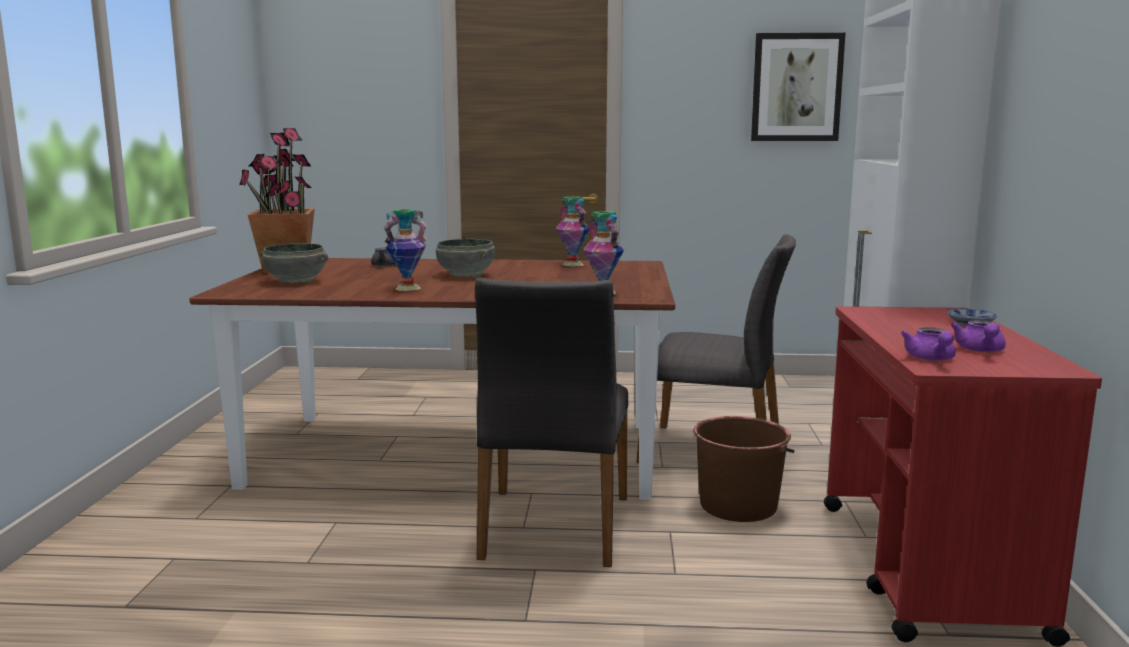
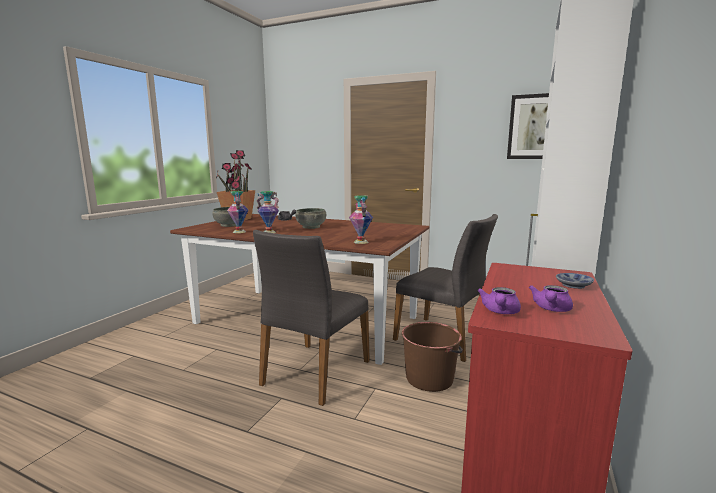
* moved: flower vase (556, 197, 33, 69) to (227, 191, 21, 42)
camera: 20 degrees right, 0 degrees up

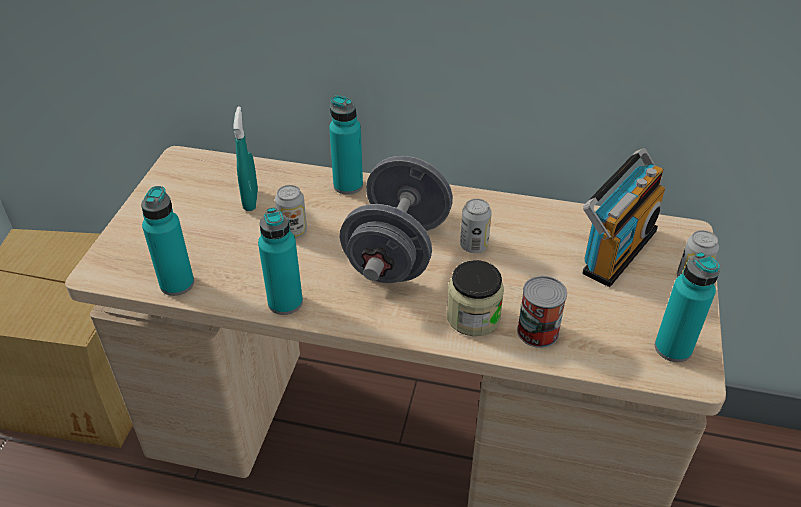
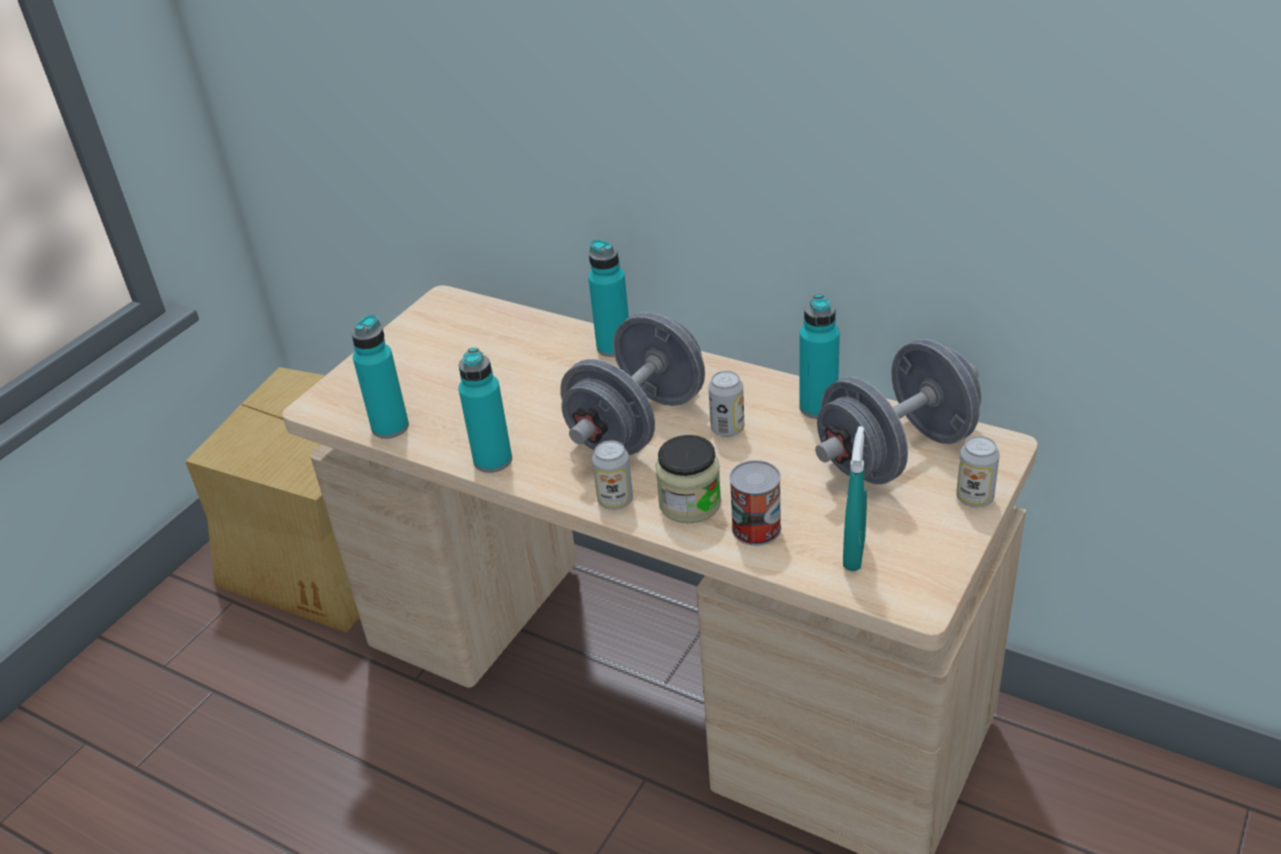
* moved: turquoise sprayer (233, 107, 25, 104) to (843, 426, 24, 145)
* moved: sealed can (275, 185, 32, 54) to (592, 440, 41, 70)
* replaced: radio receiver (582, 148, 83, 139) to gray dumbbell (815, 339, 166, 146)
* moved: turquoise beverage bottle (655, 252, 65, 110) to (799, 294, 41, 125)
camera: 20 degrees right, 5 degrees down

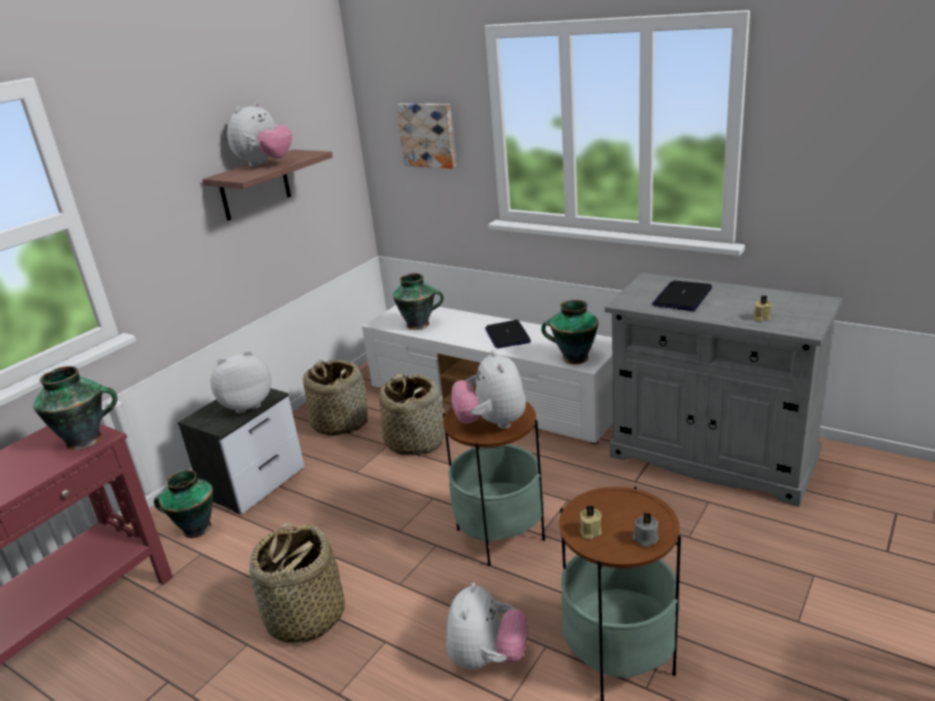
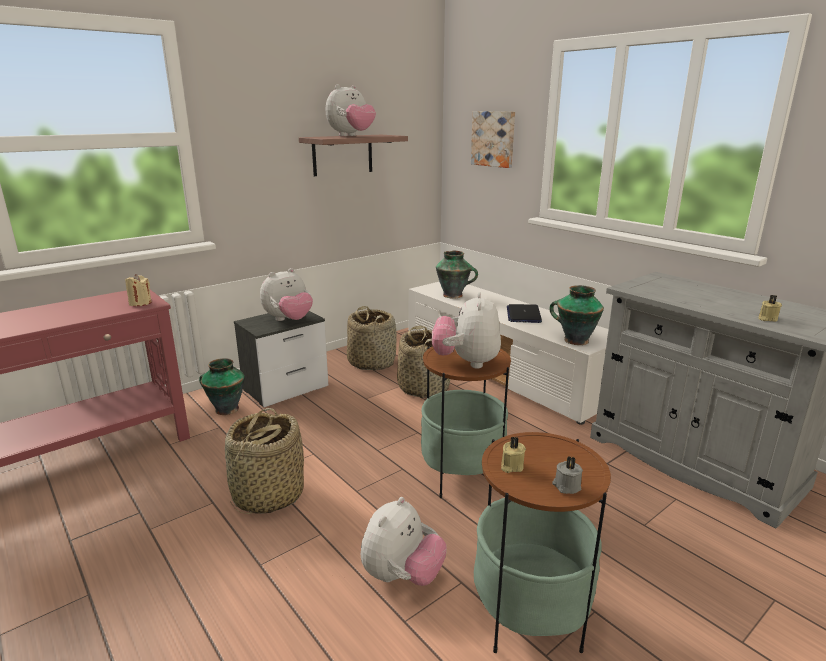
* replaced: flower vase (33, 366, 84, 84) to sand-coloured candle (125, 274, 27, 32)
* turned: plush toy (211, 351, 60, 62) = (260, 268, 53, 53) 150 degrees clockwise
* removed: notebook computer (652, 281, 60, 30)
camera: 15 degrees right, 5 degrees down

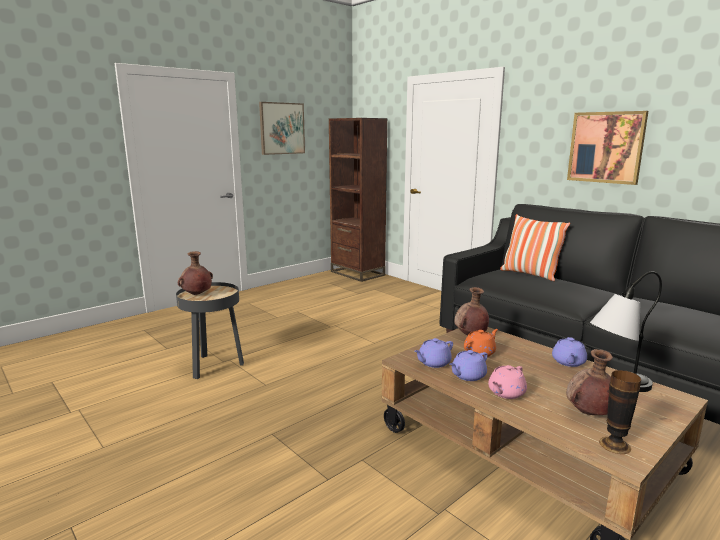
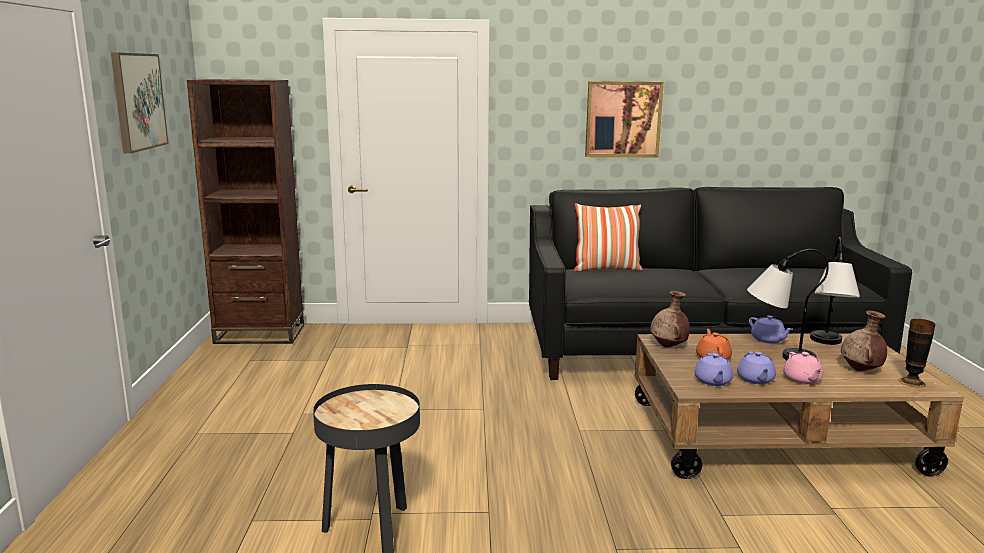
* removed: brown flower vase (178, 251, 35, 44)
* added: tabletop lamp (747, 249, 82, 111)
camera: 50 degrees left, 0 degrees up

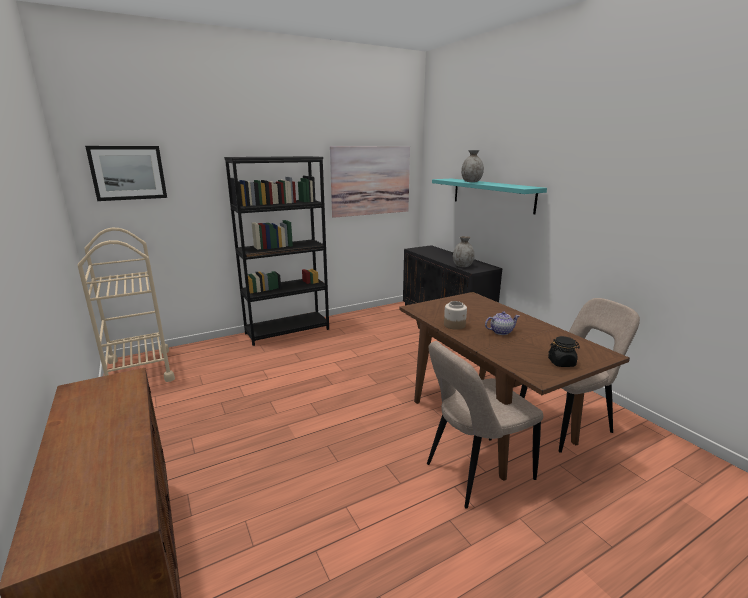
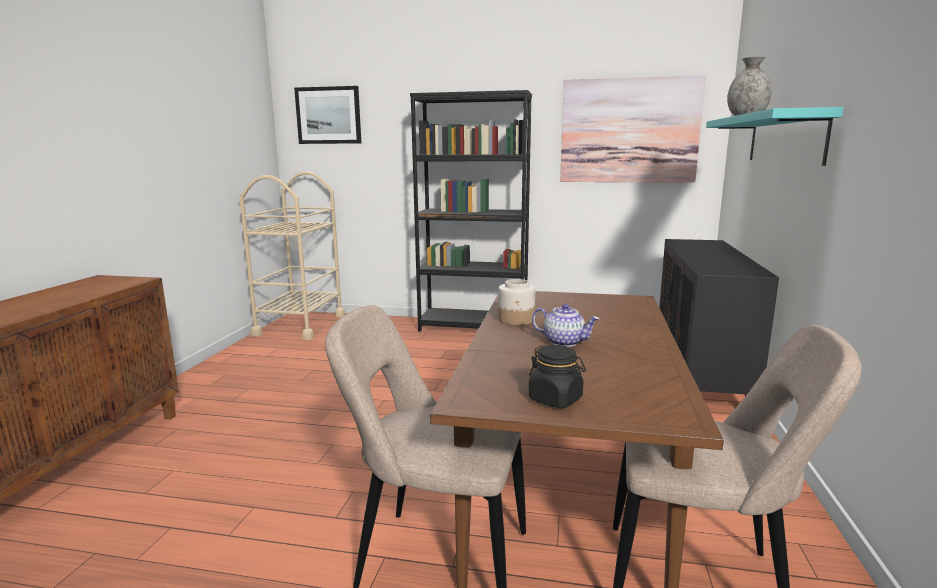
* removed: gray flower vase (453, 236, 22, 31)
camera: 40 degrees right, 5 degrees down

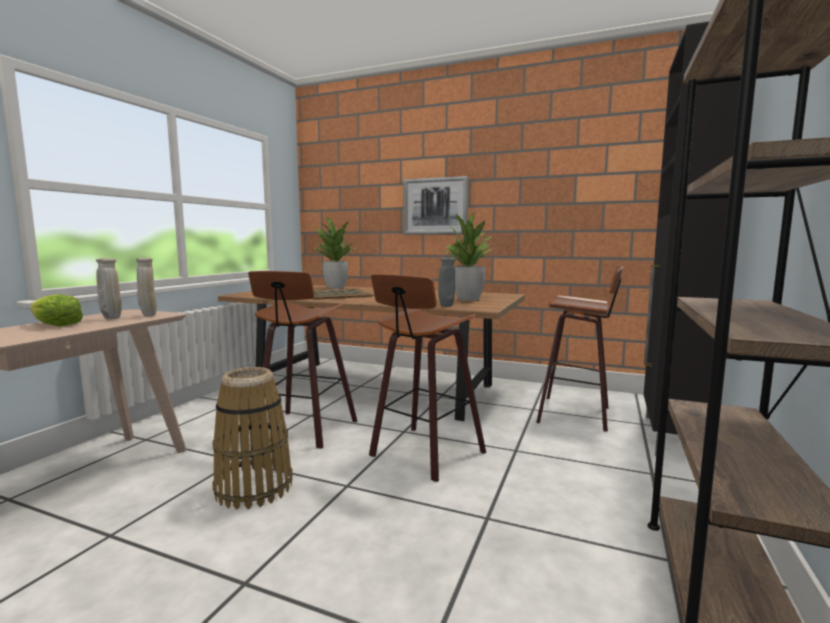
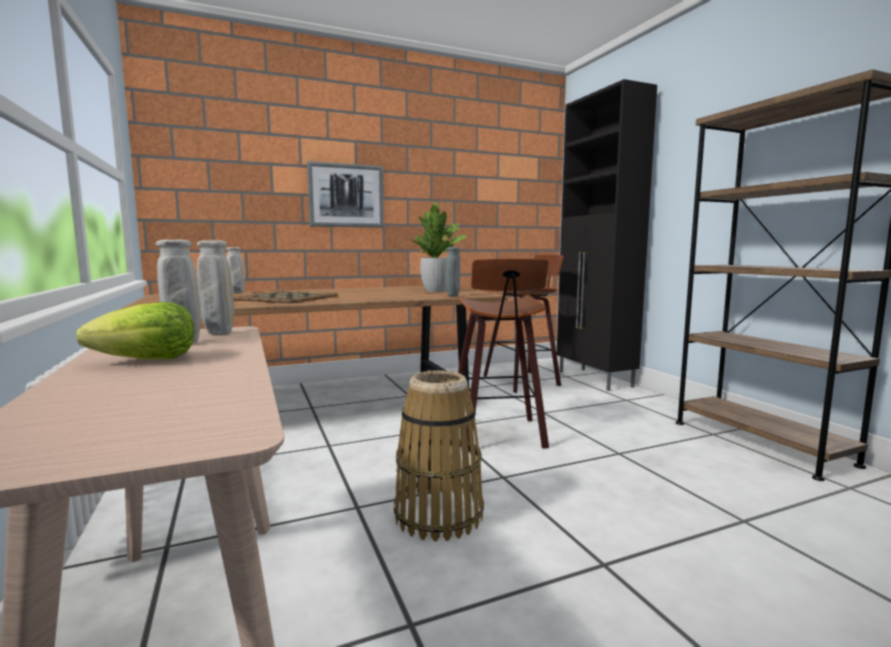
* removed: stool (248, 271, 109, 178)
* replaced: plant in a pot (312, 217, 46, 72) to sand-coloured flower vase (226, 247, 19, 47)
camera: 45 degrees left, 0 degrees up

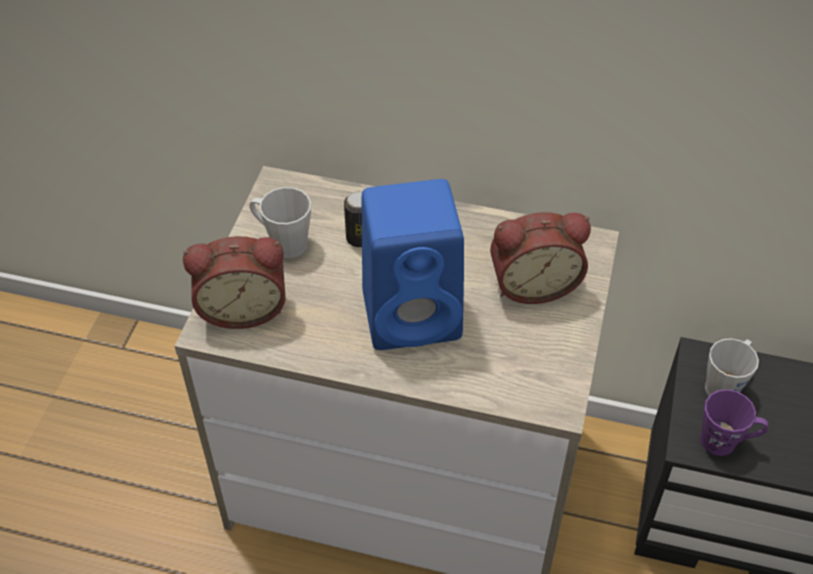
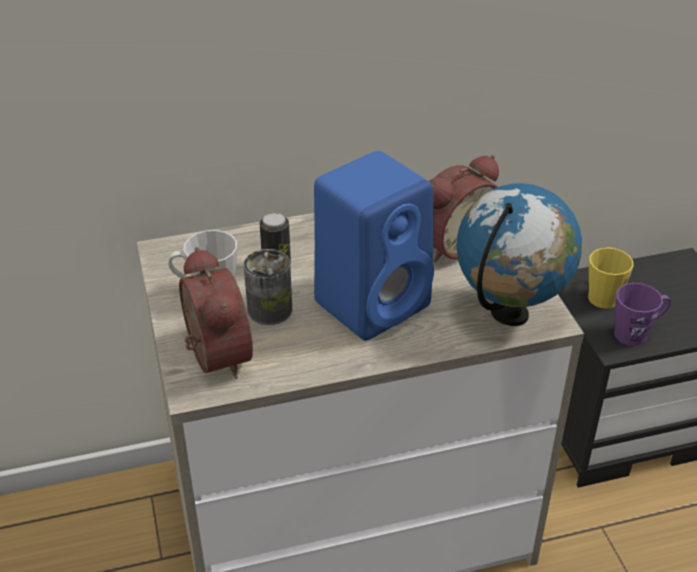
* turned: bedside clock (183, 236, 103, 93) = (179, 247, 74, 132) 75 degrees counterclockwise
* recoloured: gray tea mug (705, 338, 54, 58) to yellow-coloured tea mug (588, 247, 46, 62)
* added: sealed can (244, 249, 48, 76)
* added: globe (456, 183, 126, 143)
camera: 30 degrees left, 10 degrees down

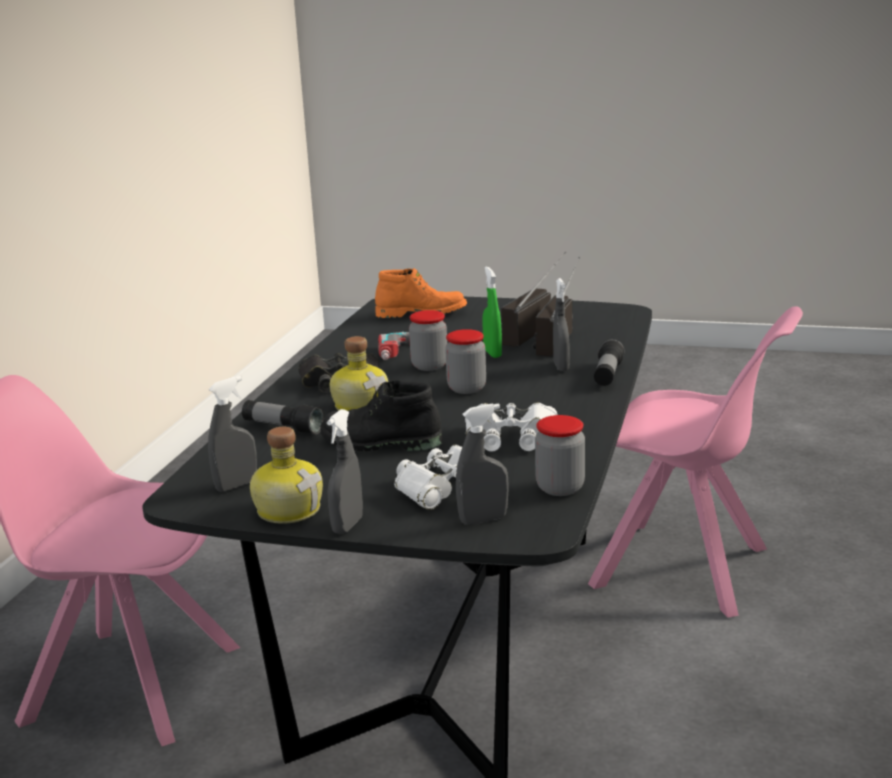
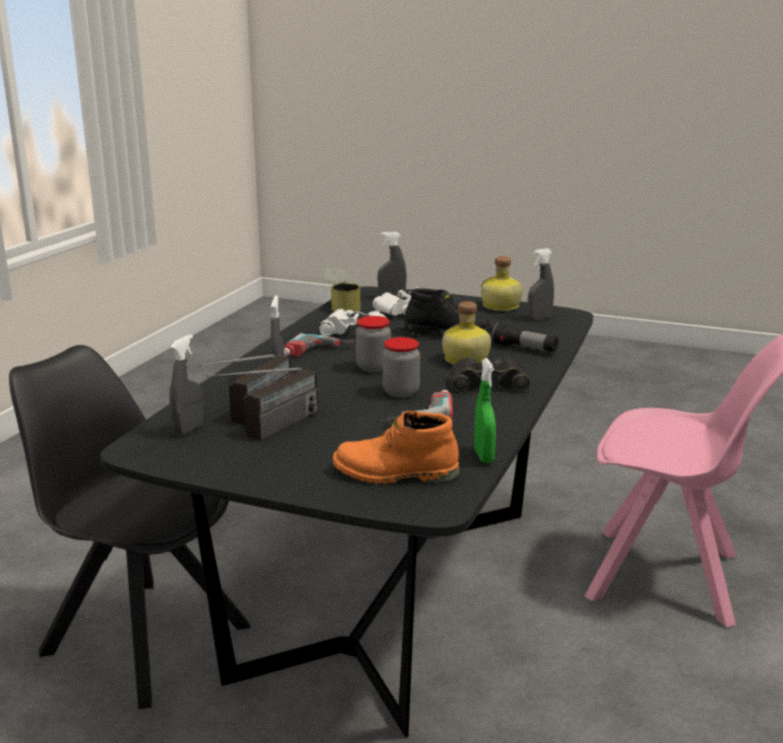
* moved: gray sprayer (327, 409, 36, 125) to (169, 334, 34, 102)
* moved: green sprayer (482, 266, 20, 92) to (474, 358, 22, 105)
* replaced: preserve jar (535, 415, 50, 81) to sealed can (323, 267, 38, 45)
* recoloured: pink-coloured upright chair (588, 306, 215, 312) to blackish upright chair (9, 345, 242, 364)
* removed: hand torch (594, 339, 31, 47)
* added: electric drill (284, 333, 72, 24)
camera: 175 degrees left, 0 degrees up

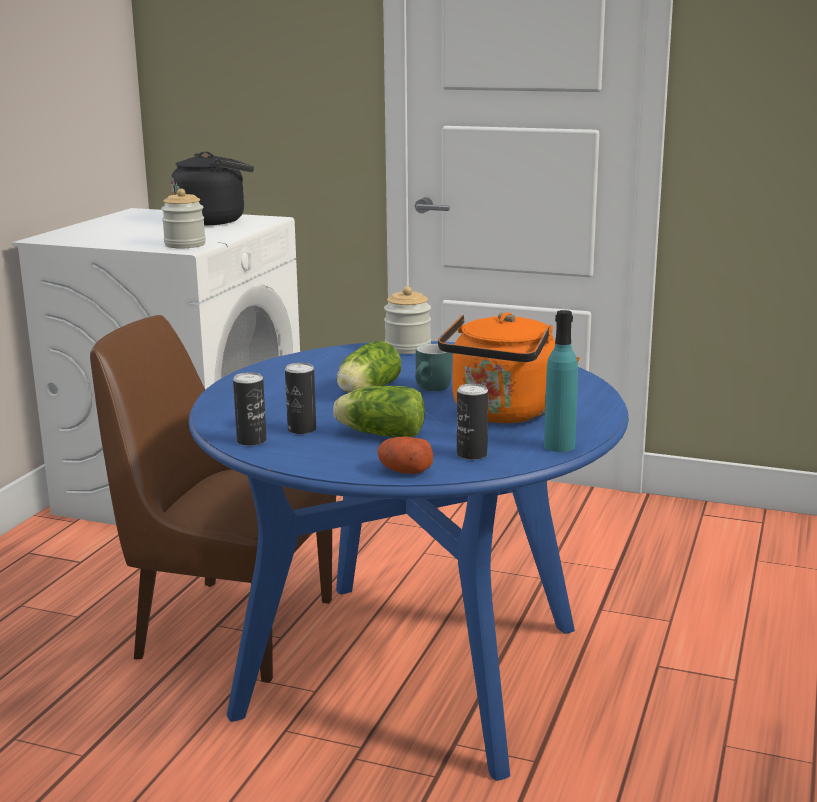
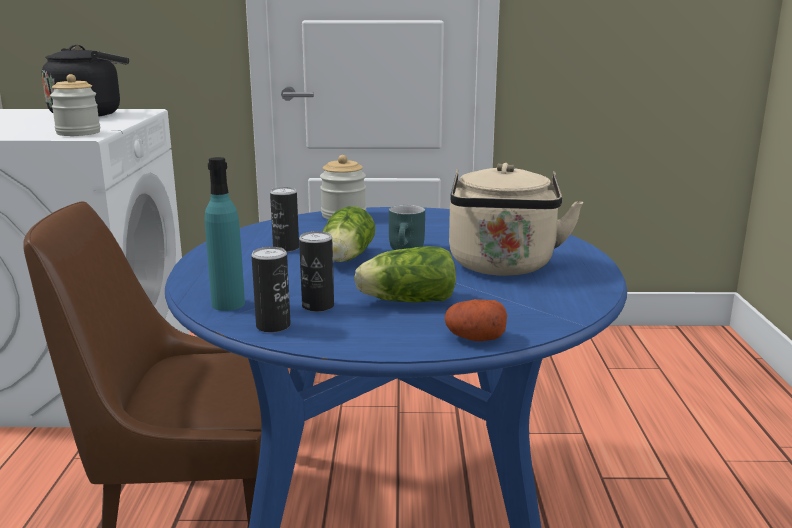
* recoloured: orangey kettle (438, 312, 142, 111) to sand-coloured kettle (449, 163, 134, 113)
* moved: sealed can (457, 384, 31, 76) to (270, 187, 29, 65)
* moved: turquoise beverage bottle (544, 310, 34, 142) to (205, 157, 40, 154)
camera: 20 degrees left, 0 degrees up

